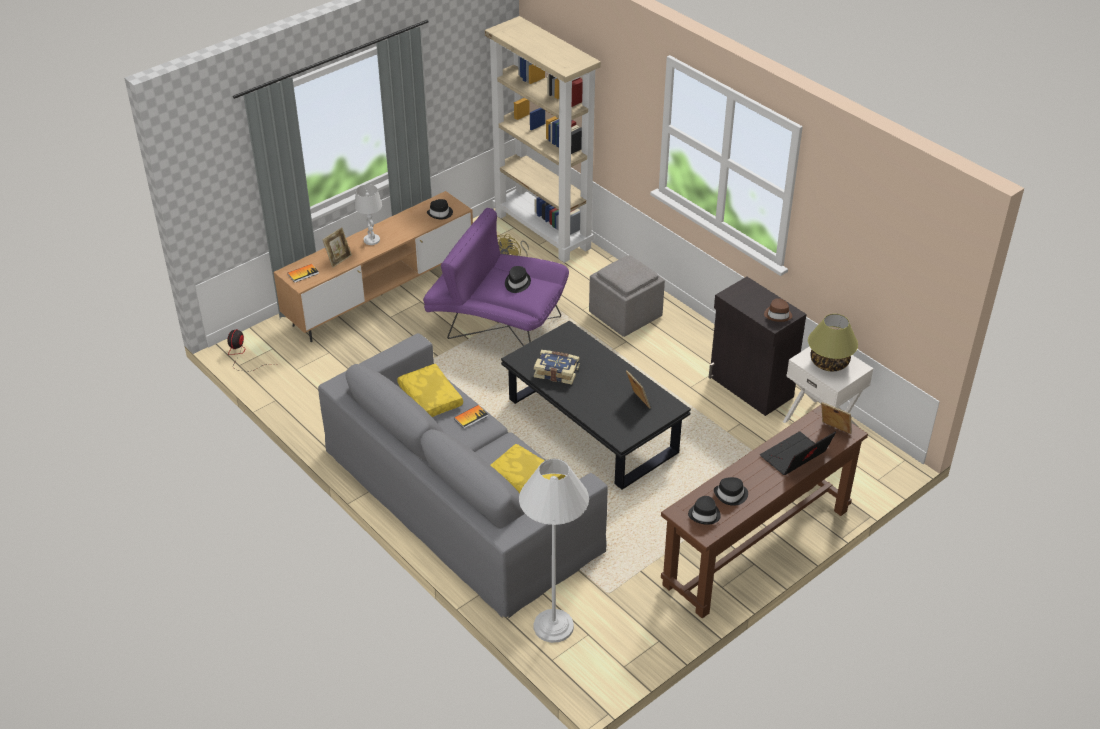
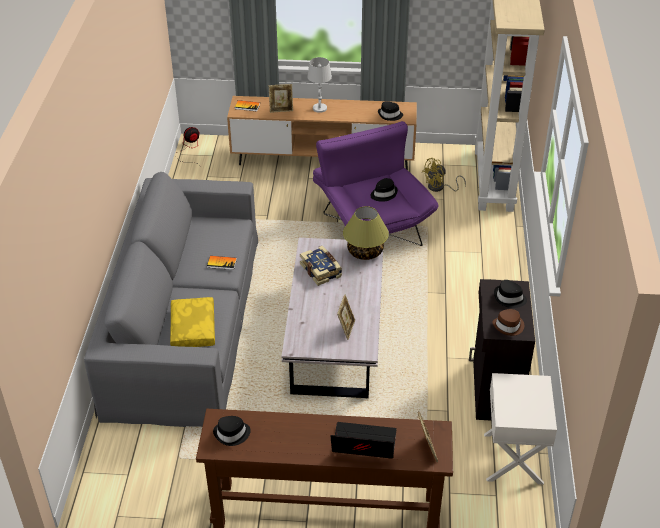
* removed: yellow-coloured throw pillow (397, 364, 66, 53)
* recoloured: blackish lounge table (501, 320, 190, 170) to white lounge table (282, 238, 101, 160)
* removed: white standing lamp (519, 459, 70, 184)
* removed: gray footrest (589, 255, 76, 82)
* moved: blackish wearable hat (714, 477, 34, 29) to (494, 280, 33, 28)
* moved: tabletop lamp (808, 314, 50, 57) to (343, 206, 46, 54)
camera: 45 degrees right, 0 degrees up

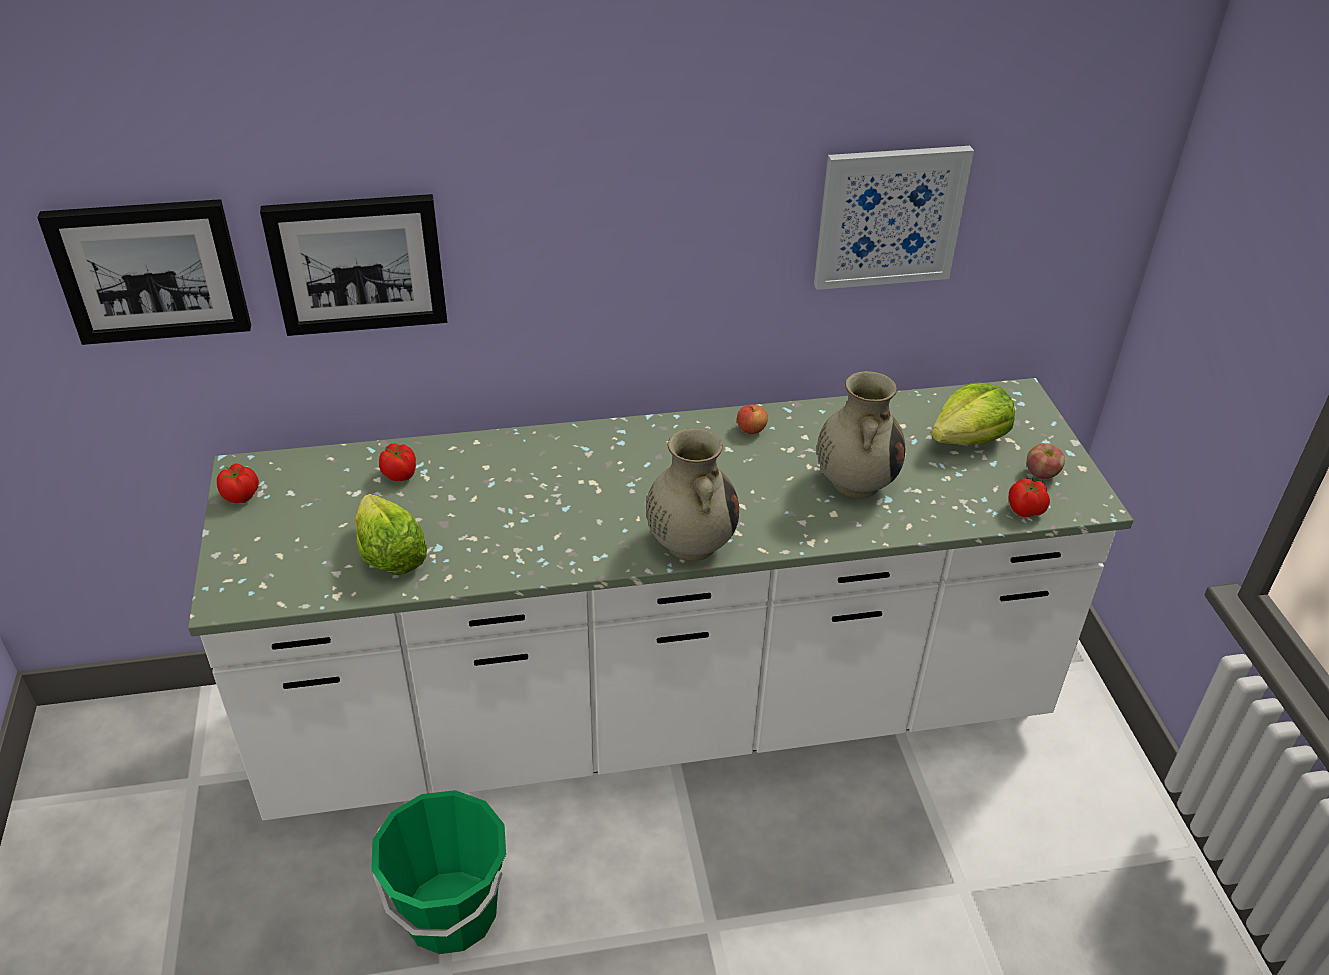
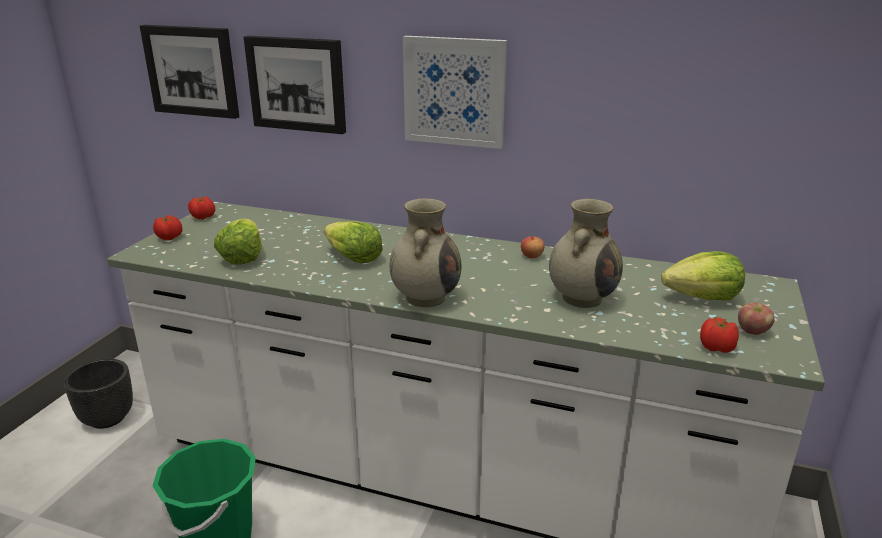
* moved: whole tomato (379, 443, 37, 38) to (153, 215, 30, 25)
* moved: wall art (814, 146, 160, 144) to (403, 36, 104, 113)
* added: blackish planter (64, 359, 69, 70)
* added: head of lettuce (324, 221, 59, 42)
camera: 30 degrees right, 15 degrees down

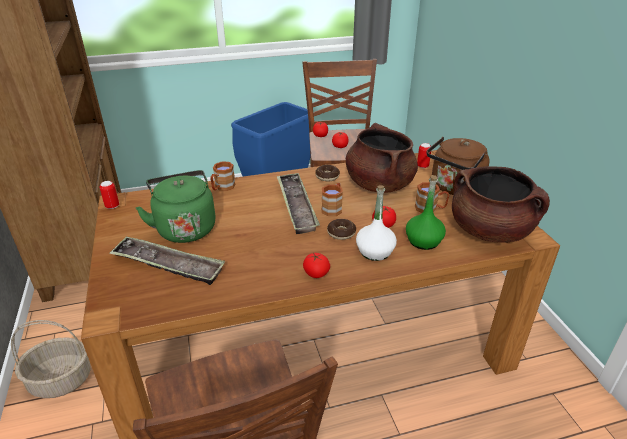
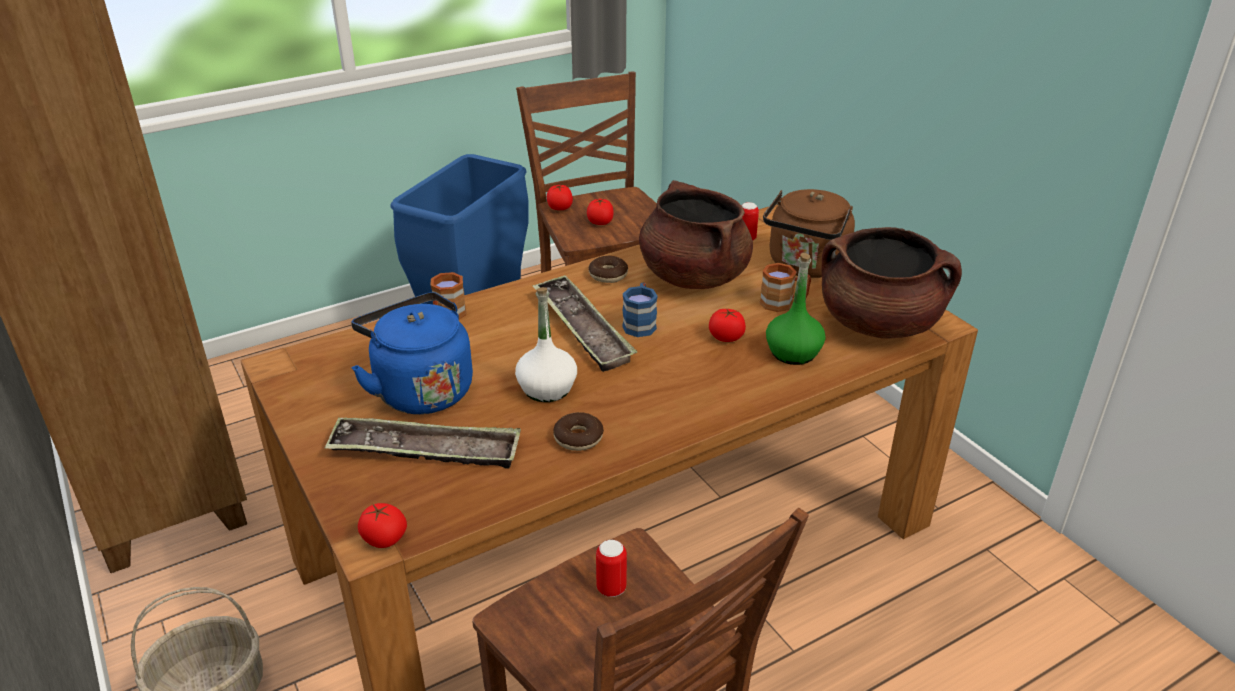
* moved: sealed can (100, 181, 19, 28) to (596, 540, 31, 57)
* recoloured: green kettle (136, 170, 79, 73) to blue-coloured kettle (351, 292, 122, 122)
* moved: whole tomato (303, 253, 27, 25) to (358, 503, 49, 45)
* recoloured: brown tea mug (322, 183, 21, 33) to blue-coloured tea mug (622, 283, 36, 54)
* moved: doughnut (327, 219, 29, 21) to (553, 412, 51, 39)
* moved: white beverage bottle (356, 185, 41, 76) to (515, 287, 62, 115)
camera: 15 degrees left, 0 degrees up

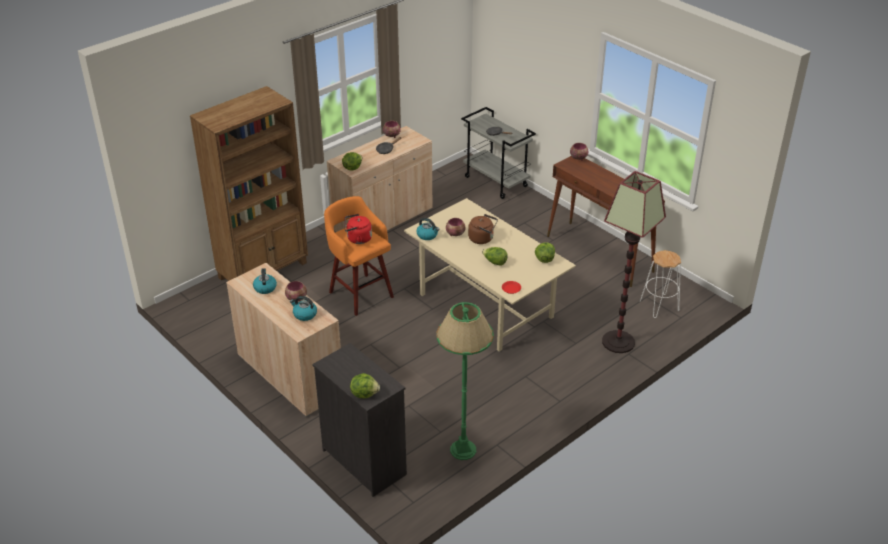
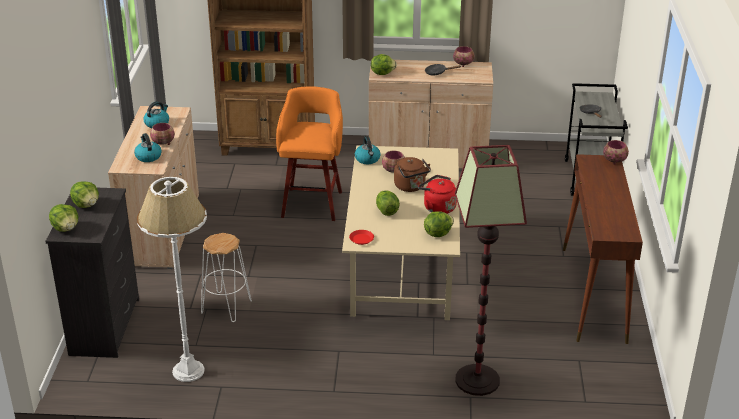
* moved: red kettle (344, 214, 28, 30) to (418, 175, 39, 39)
* recoloured: green standing lamp (436, 302, 58, 158) to white standing lamp (137, 177, 70, 205)
* moved: white stool (640, 250, 41, 68) to (201, 233, 51, 89)
* added: head of lettuce (70, 181, 29, 27)
camera: 45 degrees right, 5 degrees down

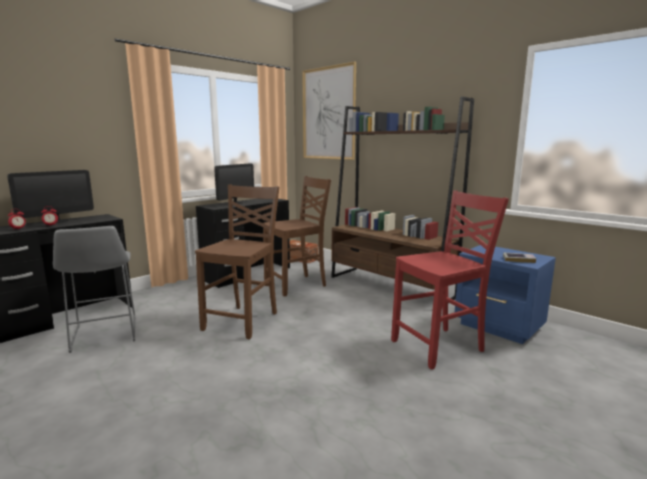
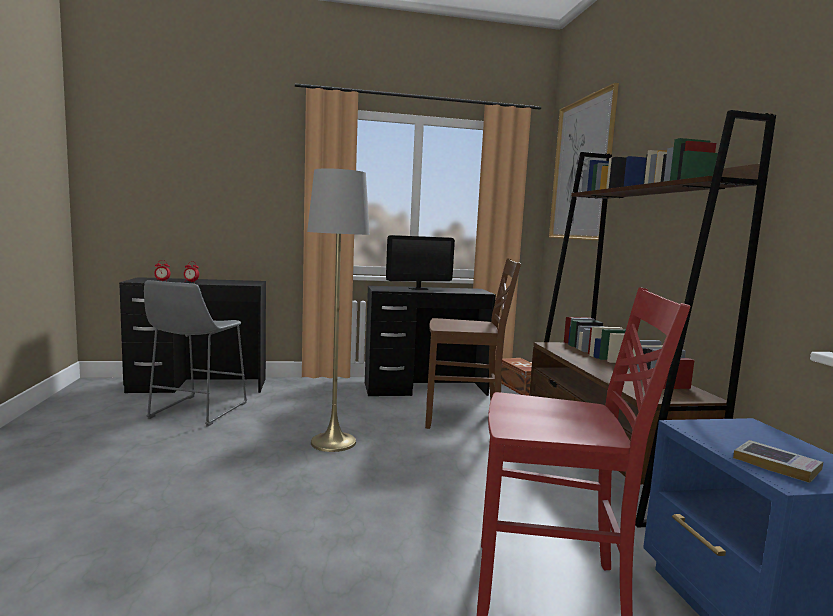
* removed: computer screen (7, 170, 87, 53)
* replaced: brown upright chair (195, 184, 84, 155) to gray standing lamp (307, 168, 63, 284)
camera: 35 degrees right, 5 degrees down

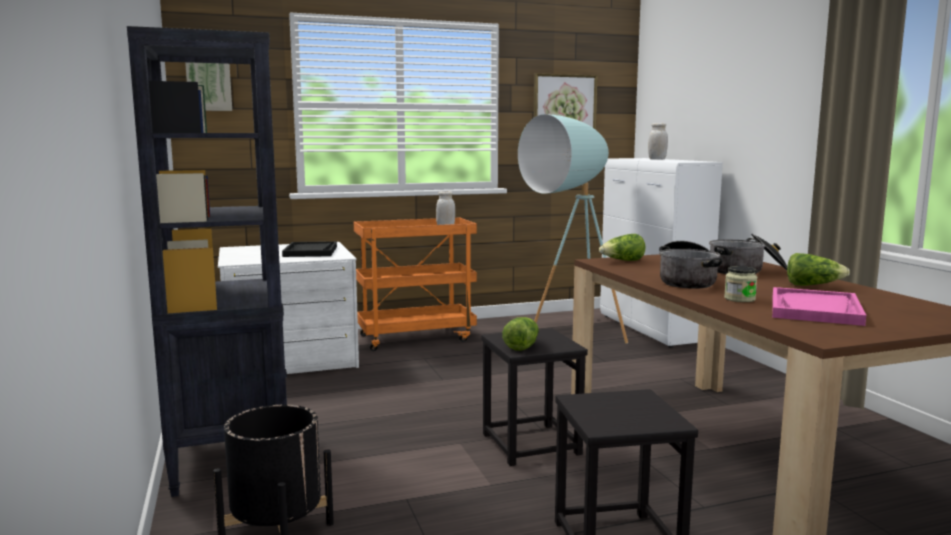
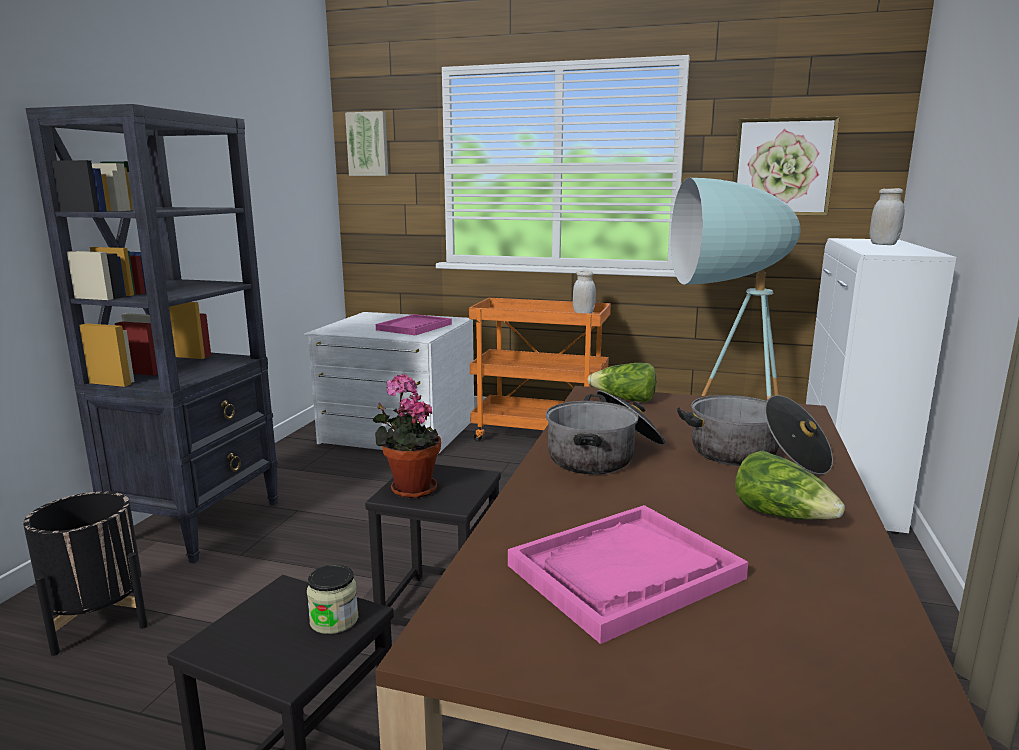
* recoloured: blackish serving tray (282, 241, 55, 16) to pink-coloured serving tray (376, 314, 76, 21)
* replaced: head of lettuce (502, 317, 37, 34) to plant in a pot (372, 374, 69, 125)
* moved: preserve jar (724, 266, 33, 36) to (307, 565, 51, 69)
camera: 35 degrees right, 5 degrees up

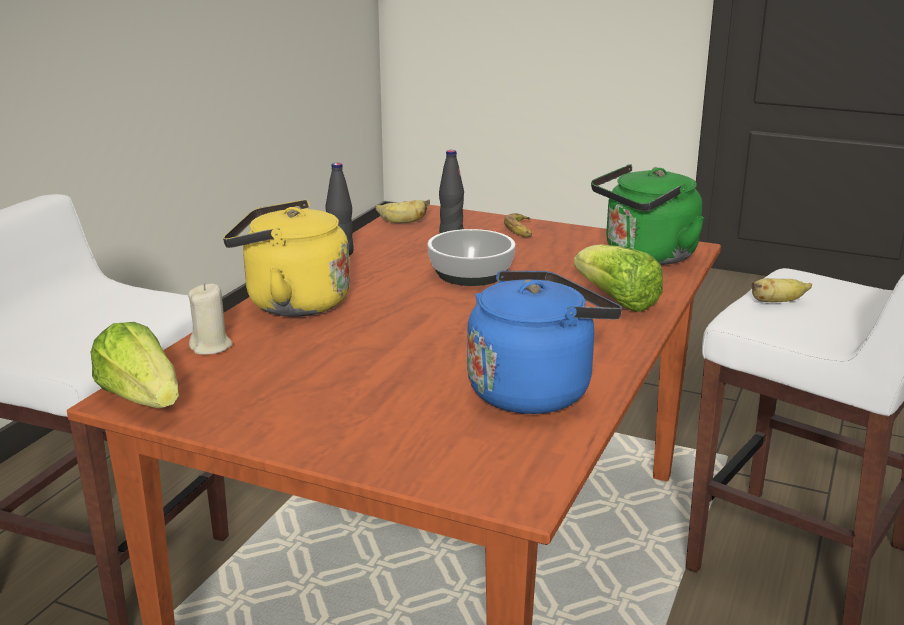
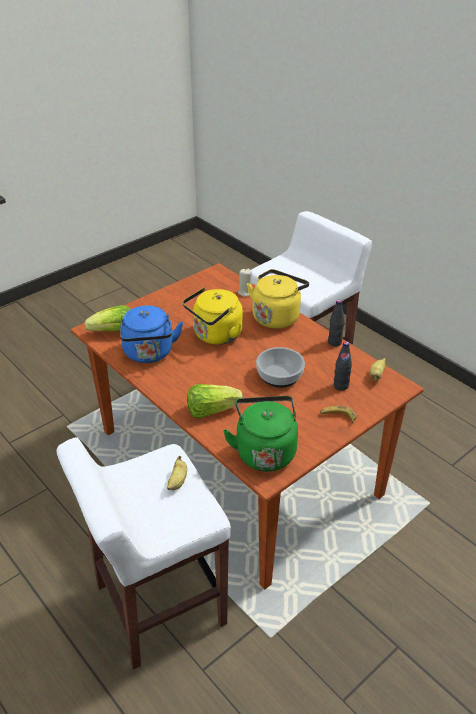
* moved: head of lettuce (91, 322, 88, 86) to (84, 305, 47, 26)
* added: yellow-coloured kettle (182, 288, 61, 57)
camera: 115 degrees right, 15 degrees up

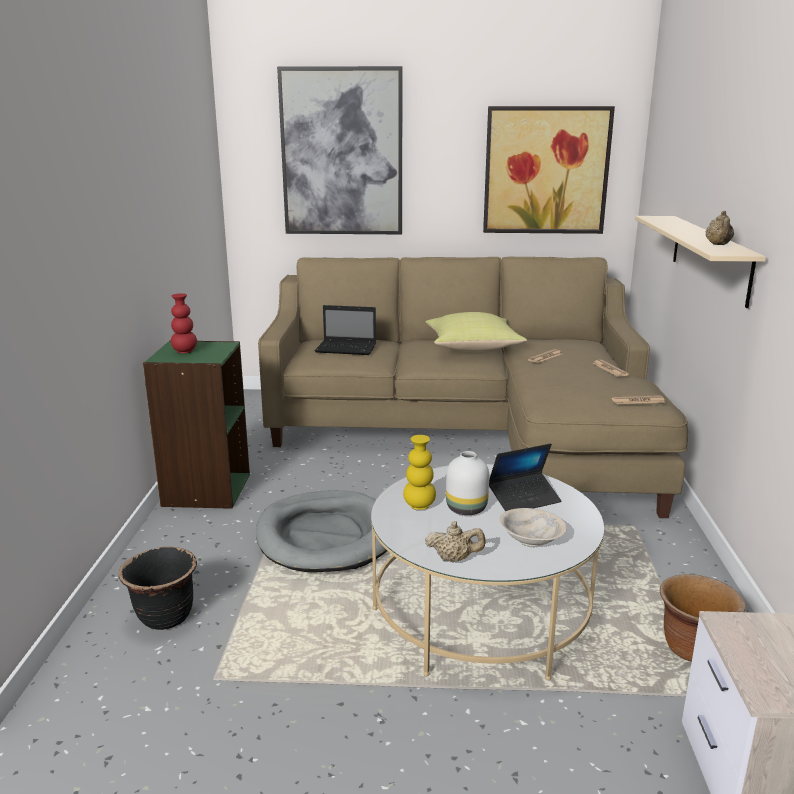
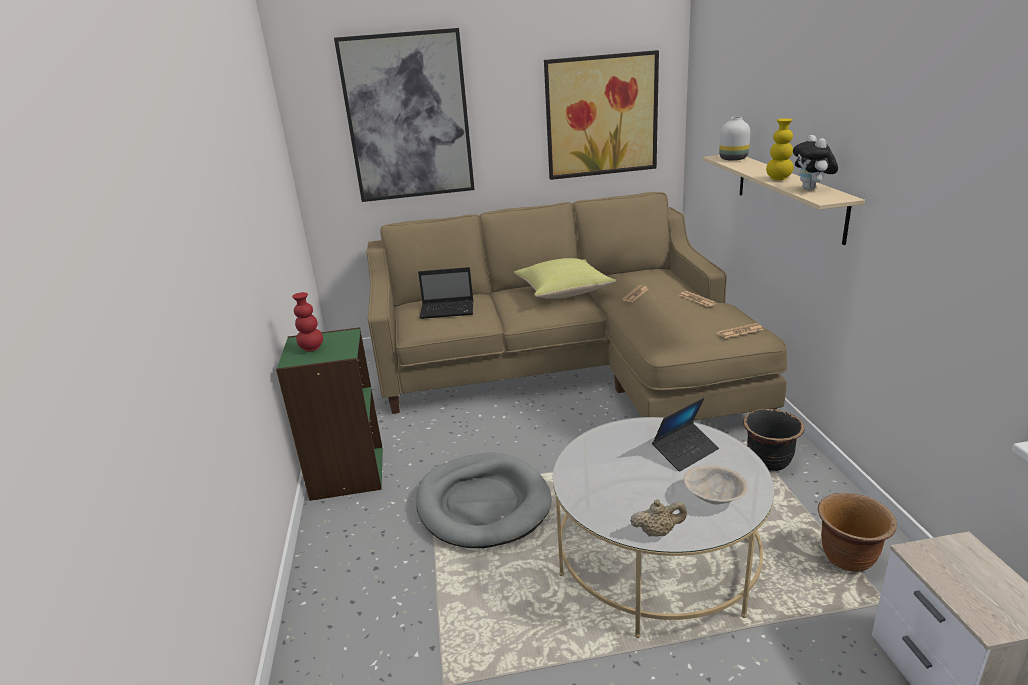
* moved: blackish planter (119, 547, 78, 83) to (743, 409, 62, 62)
* moved: yellow-coloured flower vase (403, 435, 33, 75) to (766, 118, 28, 62)
* moved: white flower vase (446, 451, 43, 64) to (719, 117, 31, 44)
* replaced: sand-coloured pot for tea (706, 211, 28, 34) to plush toy (793, 135, 45, 55)
camera: 10 degrees left, 5 degrees up

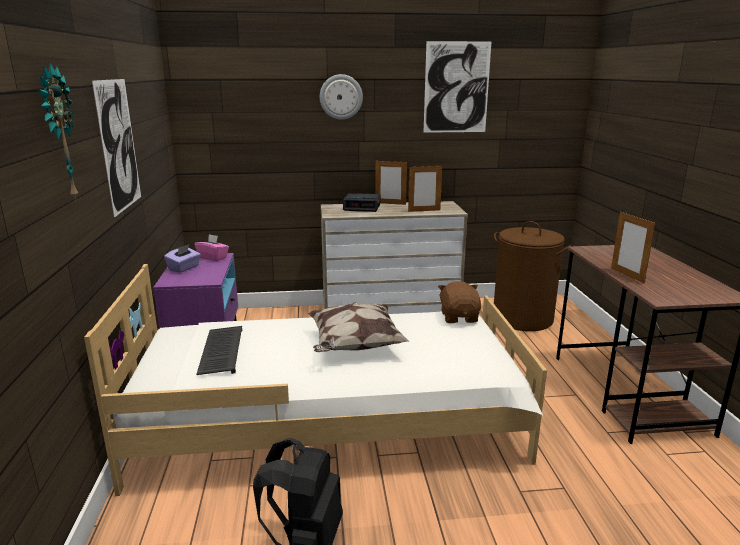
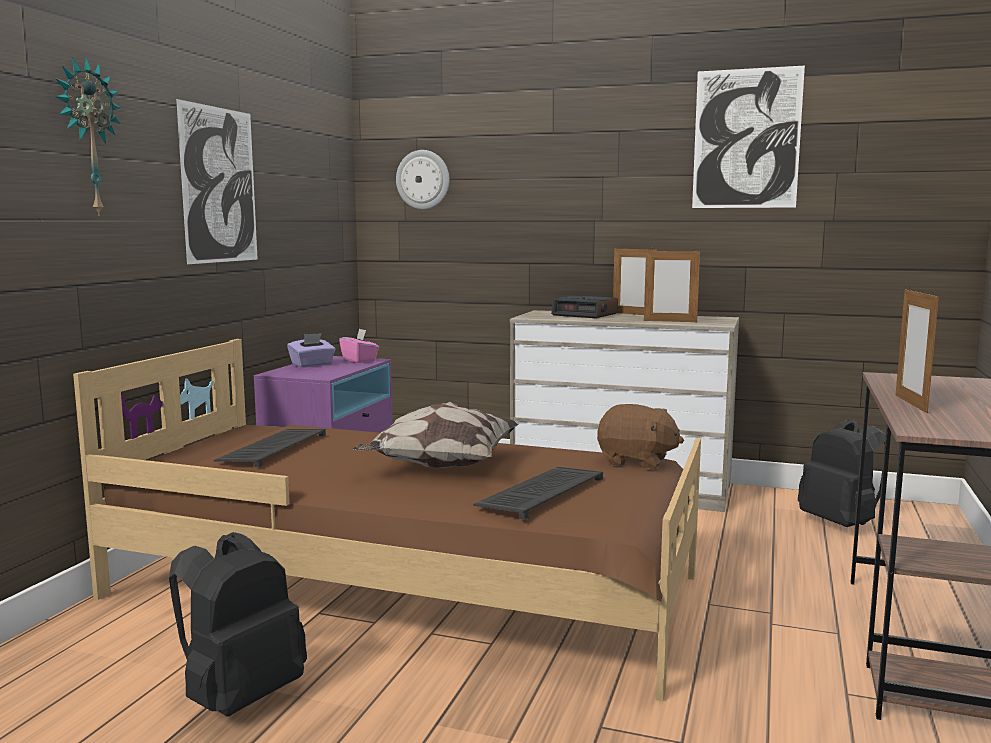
* recoloured: white bed (84, 264, 463, 232) to brown bed (73, 339, 628, 362)
* moved: hanging clock (320, 74, 43, 46) to (396, 150, 54, 60)
* turned: brown plush toy (438, 281, 43, 42) = (597, 404, 87, 65) 90 degrees clockwise
* replaced: brown laundry basket (494, 221, 77, 110) to blackish knapsack (798, 419, 88, 108)
* added: keyboard (473, 467, 130, 53)
camera: 25 degrees right, 10 degrees down

